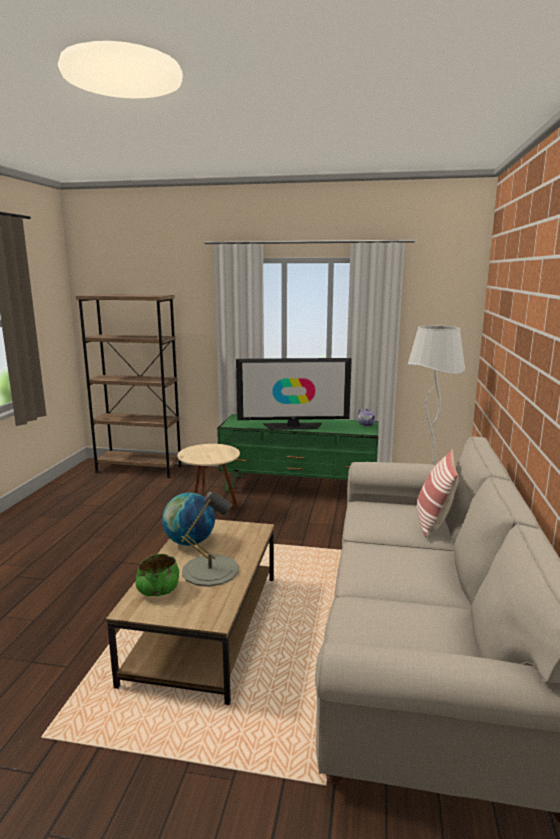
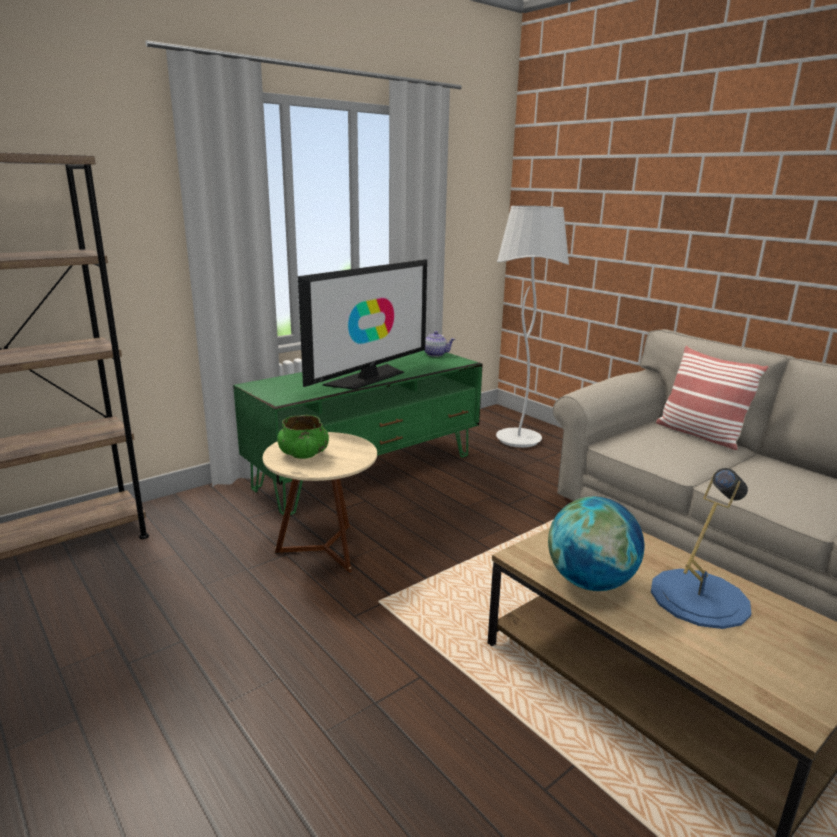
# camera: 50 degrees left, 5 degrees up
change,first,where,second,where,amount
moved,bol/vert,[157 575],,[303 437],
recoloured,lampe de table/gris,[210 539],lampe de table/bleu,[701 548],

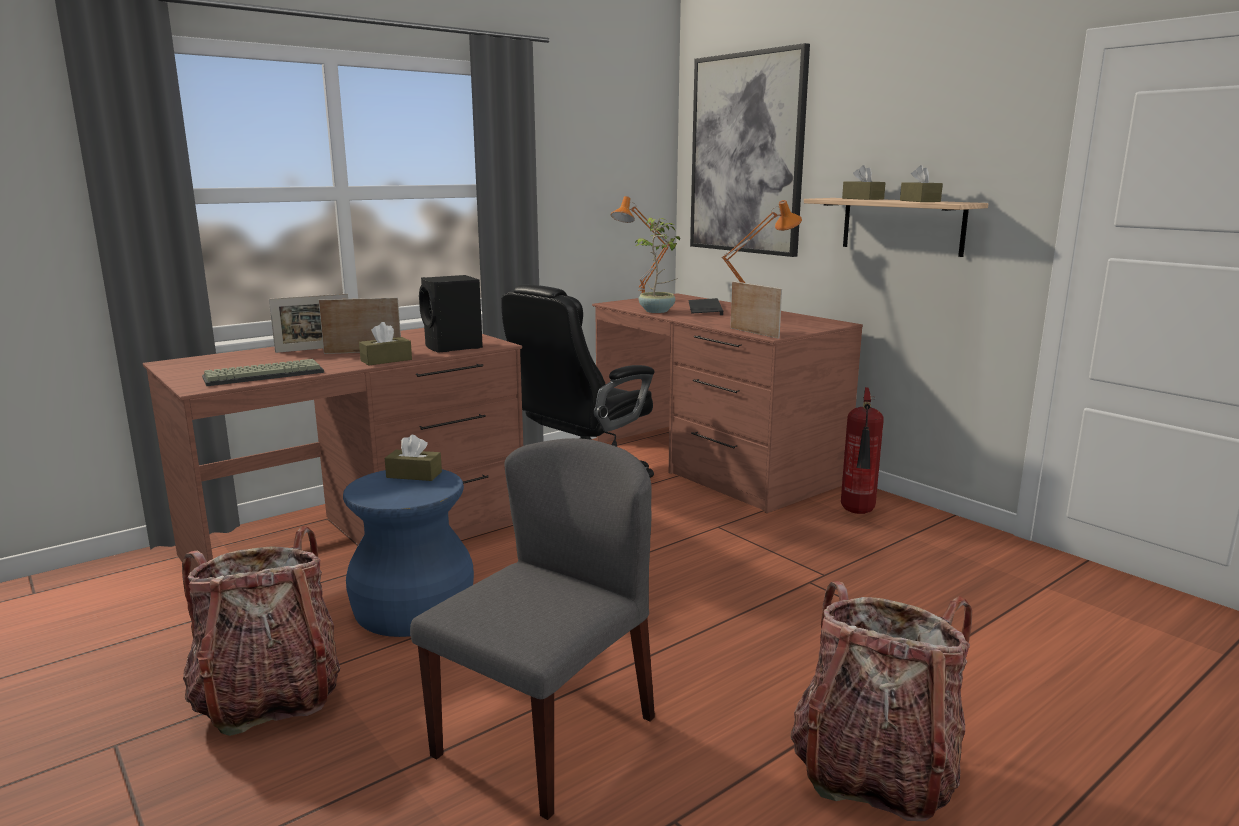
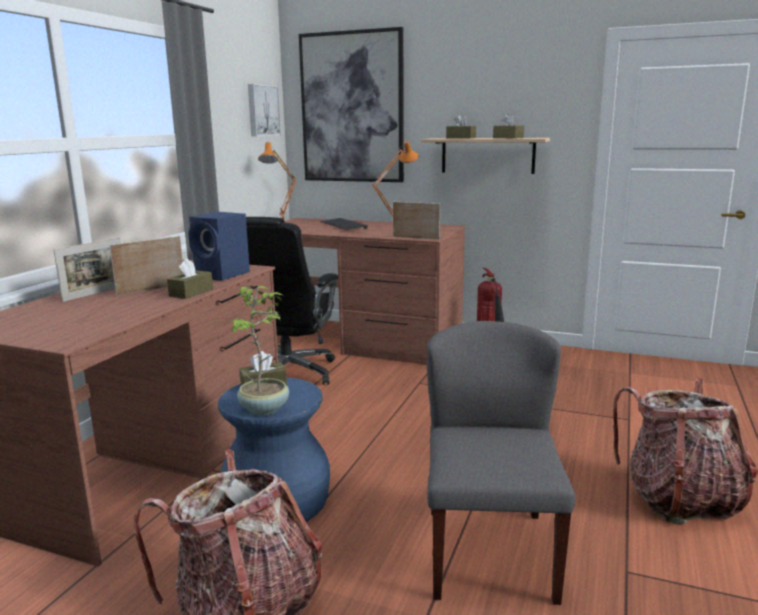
# camera: 30 degrees left, 0 degrees up
change,first,where,second,where,amount
recoloured,enceinte/noir,[451 314],enceinte/bleu,[219 246],
moved,plante en pot,[657 265],,[260 350],
added,,,tableau,[264 110],
removed,clavier,[263 372],,,

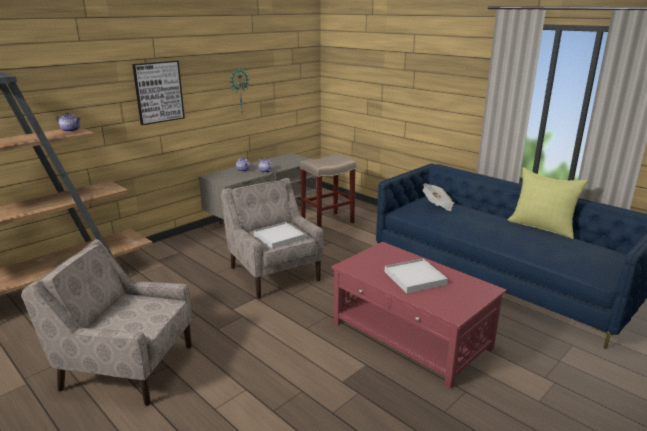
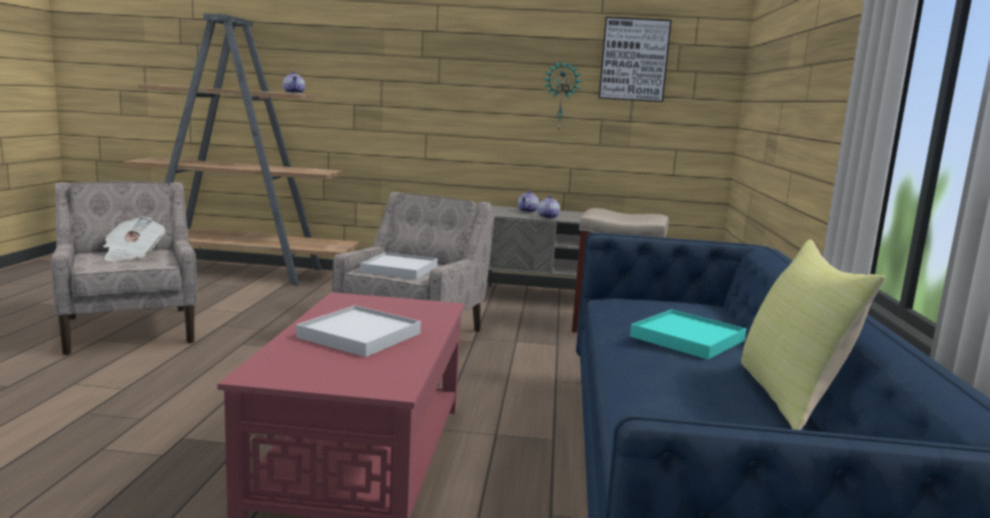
# camera: 50 degrees right, 10 degrees down
change,first,where,second,where,amount
moved,journal,[438 197],,[134 239],
moved,tableau,[158 93],,[635 59],
added,,,plateau/turquoise,[688 334],

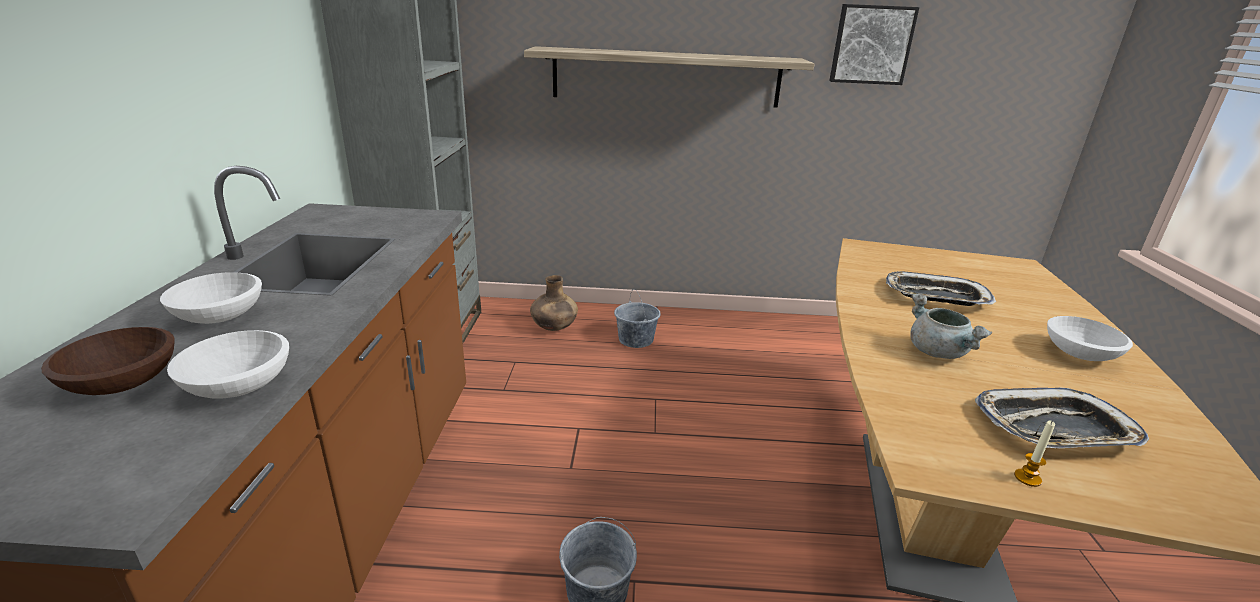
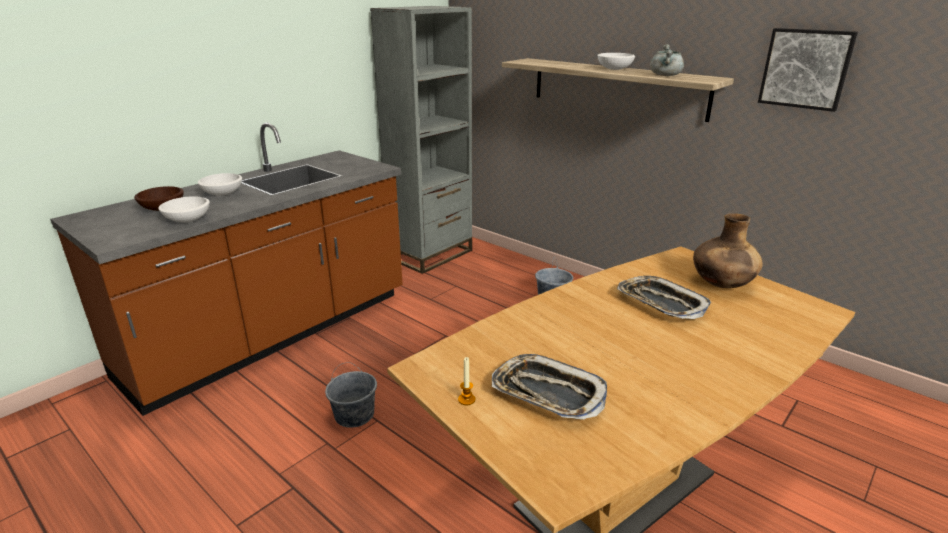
# camera: 40 degrees right, 0 degrees up
change,first,where,second,where,amount
moved,bol/blanc,[1090 338],,[616 61],
moved,marmite/gris,[951 326],,[667 60],
moved,vase/marron,[554 303],,[728 250],

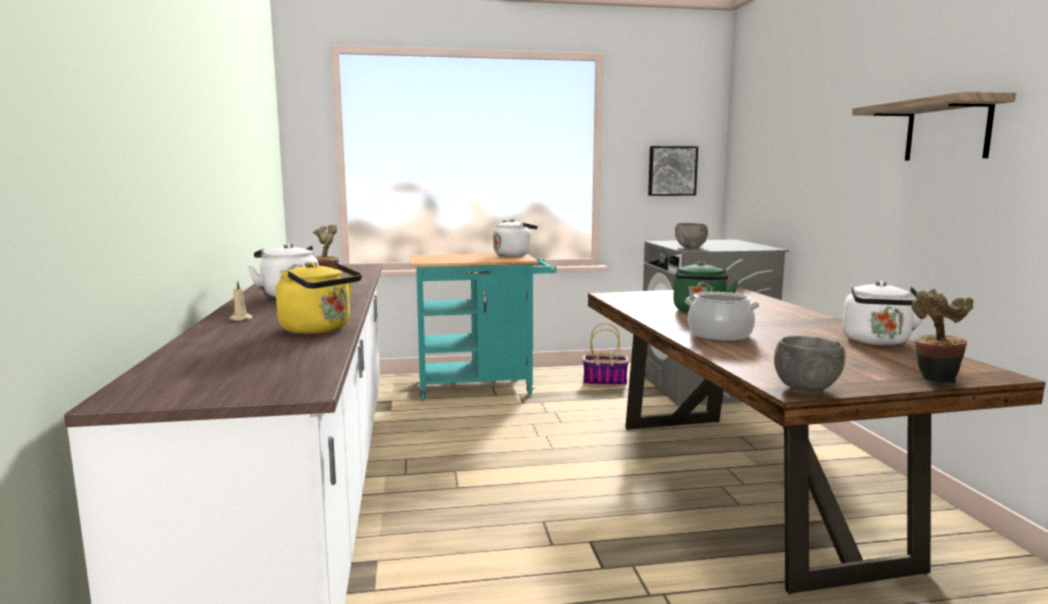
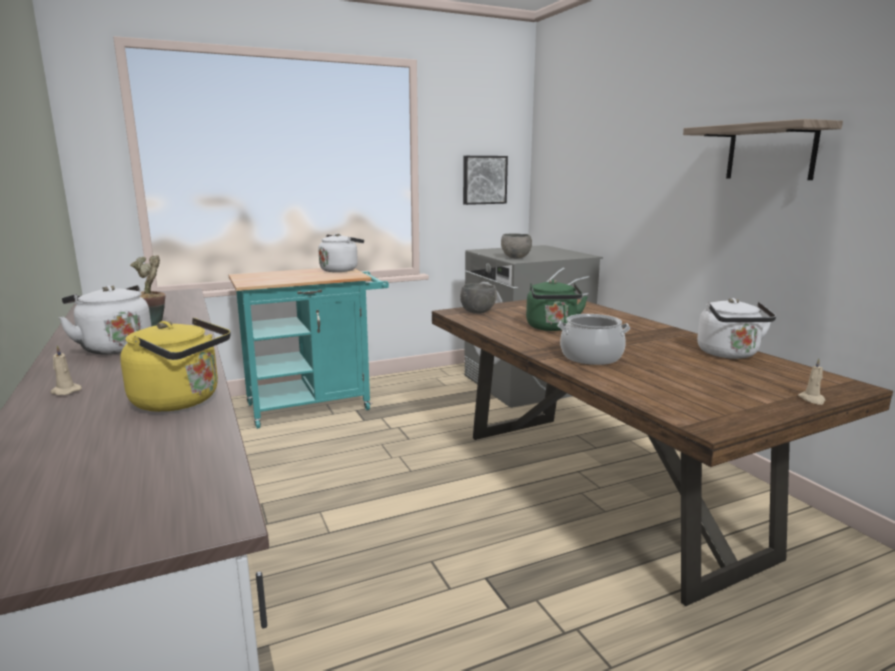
# camera: 15 degrees left, 5 degrees up
change,first,where,second,where,amount
moved,bol/gris,[810 364],,[478 298],
replaced,plante en pot,[942 336],bougie/beige,[811 382],
removed,panier,[606 354],,,

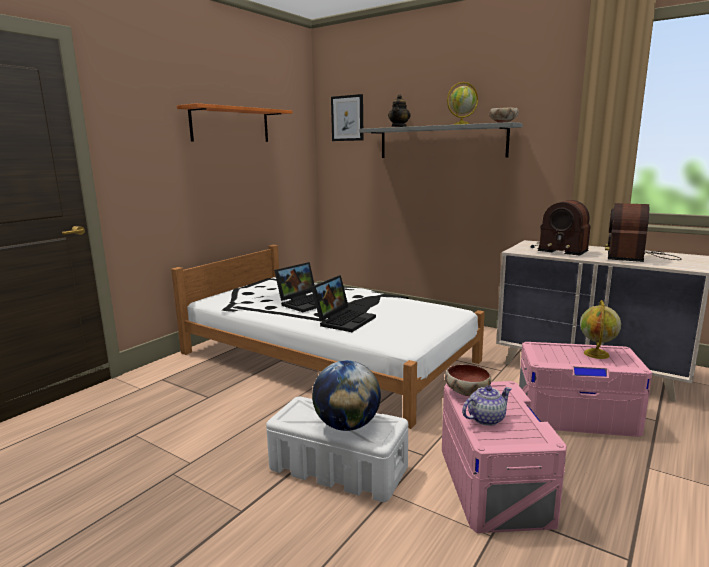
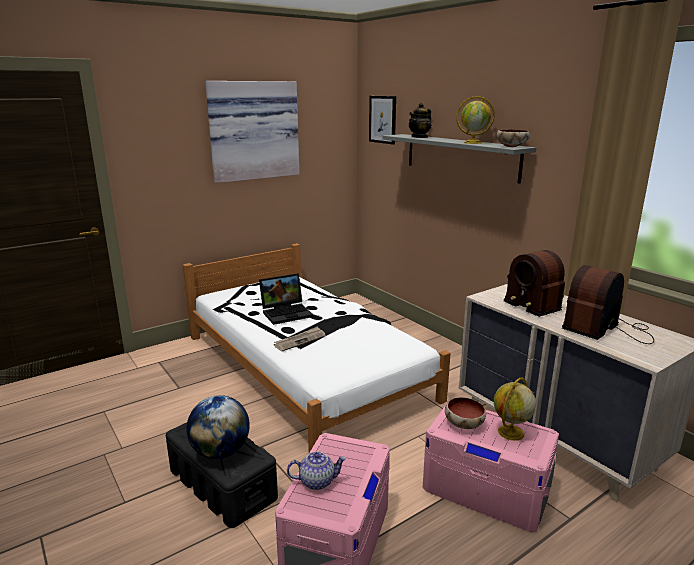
# camera: 20 degrees right, 5 degrees up
change,first,where,second,where,amount
recoloured,boîte de rangement/blanc,[337 449],boîte de rangement/noir,[222 475],
replaced,étagère/orange,[235 122],tableau,[252 132],
replaced,ordinateur portable,[343 303],journal,[300 339],
moved,bol,[468 380],,[465 413],

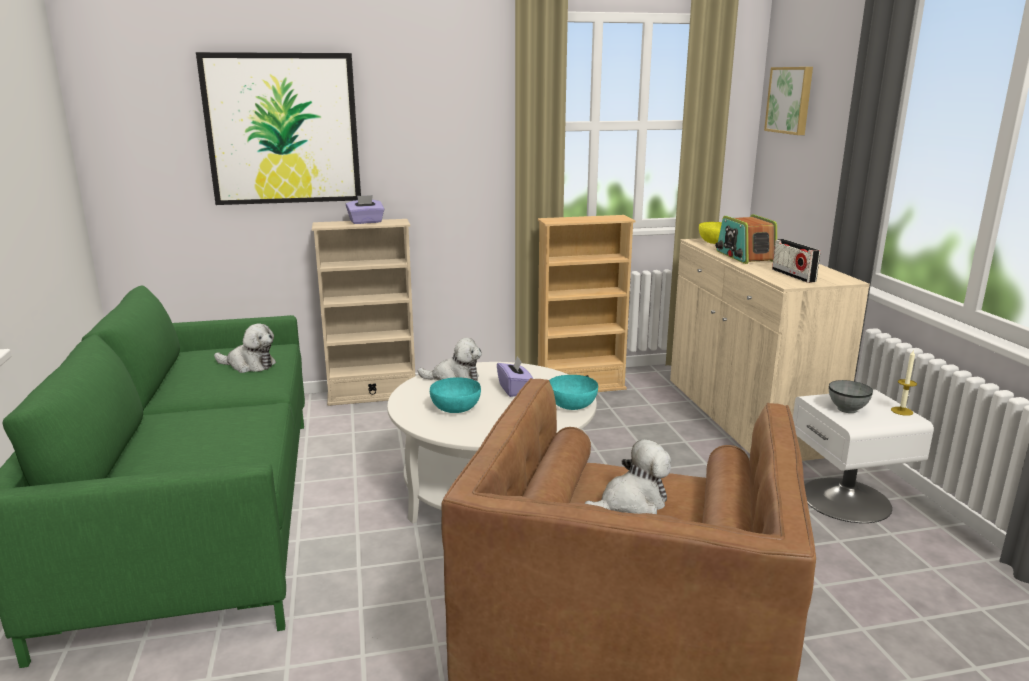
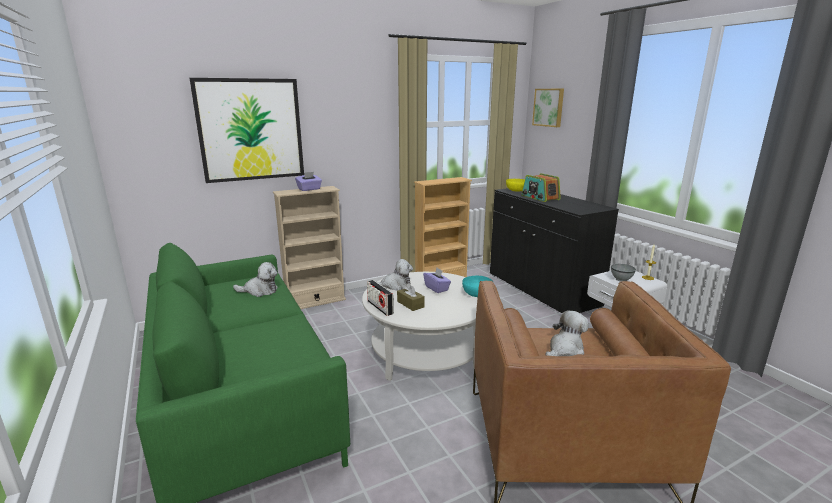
# camera: 15 degrees left, 0 degrees up
change,first,where,second,where,amount
moved,radio,[796 261],,[380 298],
replaced,bol/turquoise,[455 395],boîte à mouchoirs/marron,[411 297],
recoloured,meuble de rangement/beige,[770 349],meuble de rangement/noir,[554 250],

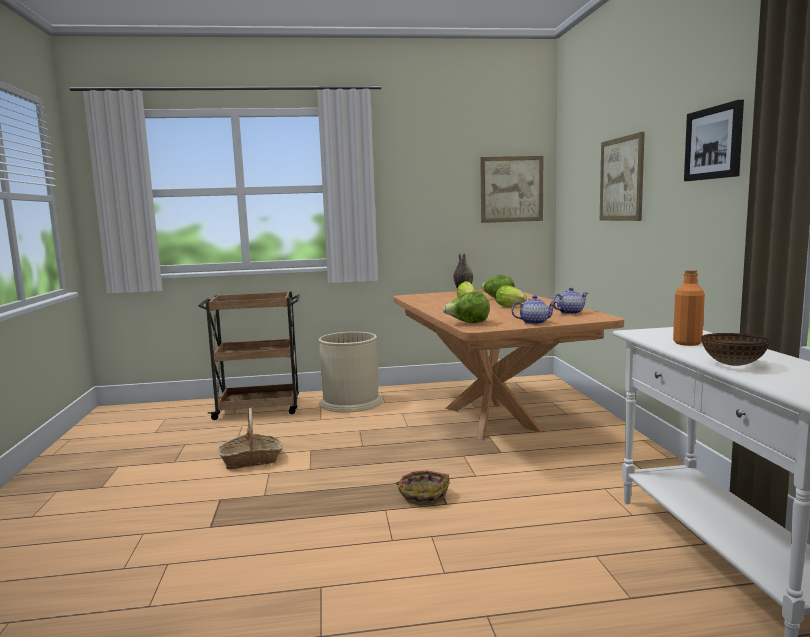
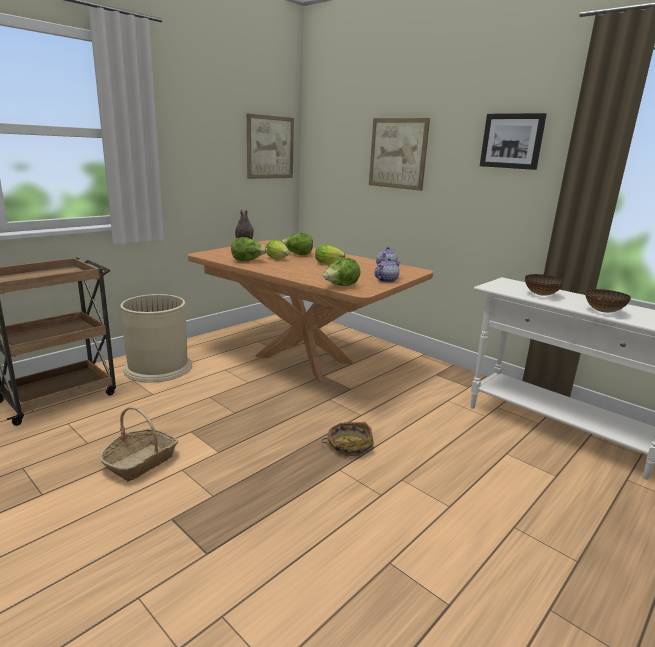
# camera: 40 degrees left, 10 degrees up
change,first,where,second,where,amount
added,,,laitue,[249 249],
replaced,bouteille/orange,[689 308],bol,[544 285],

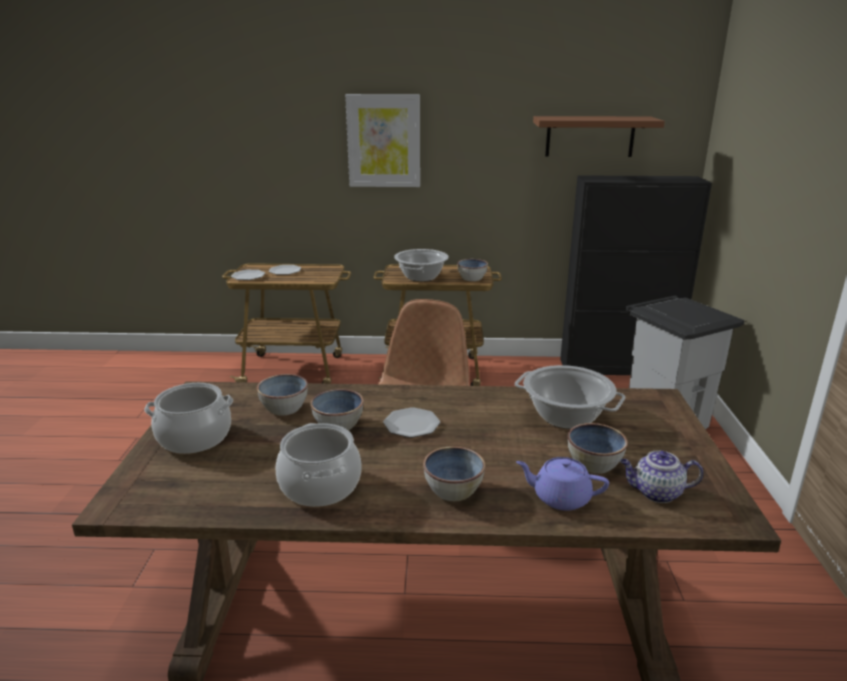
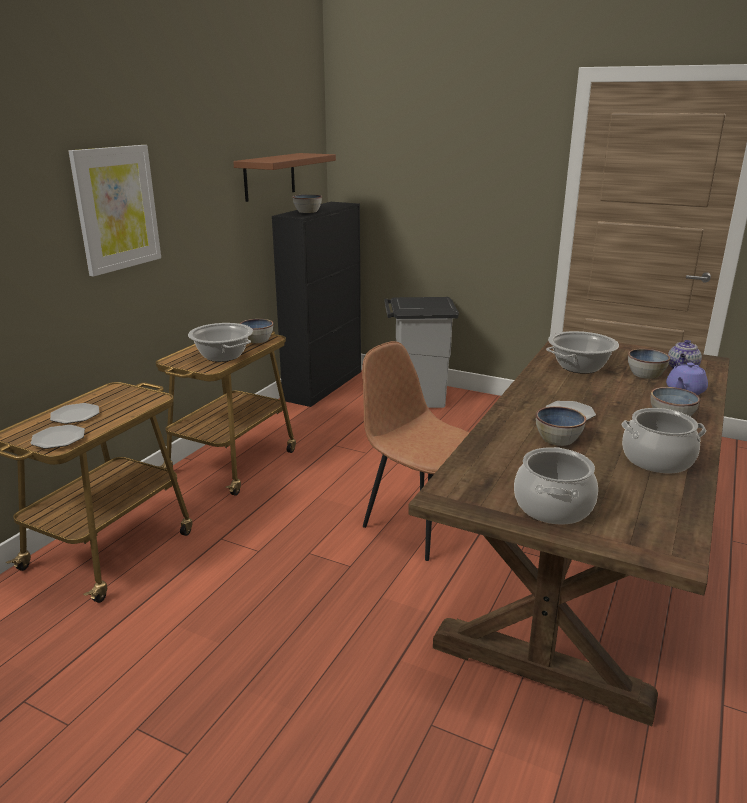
# camera: 65 degrees left, 0 degrees up
change,first,where,second,where,amount
moved,bol,[282 395],,[307 203],

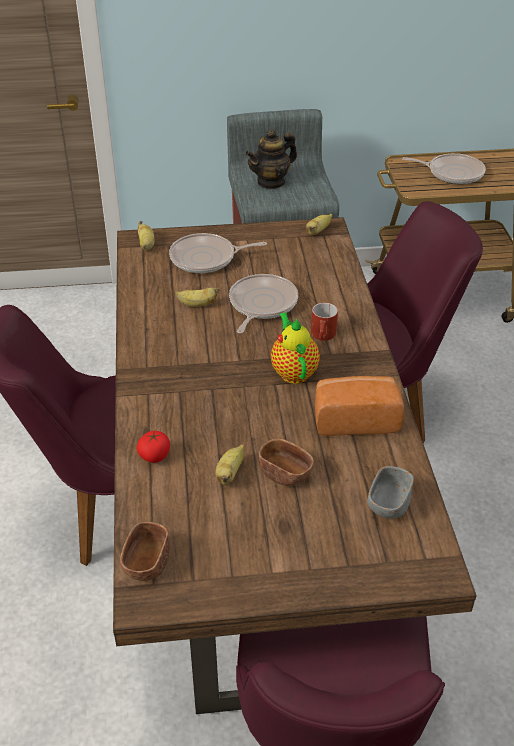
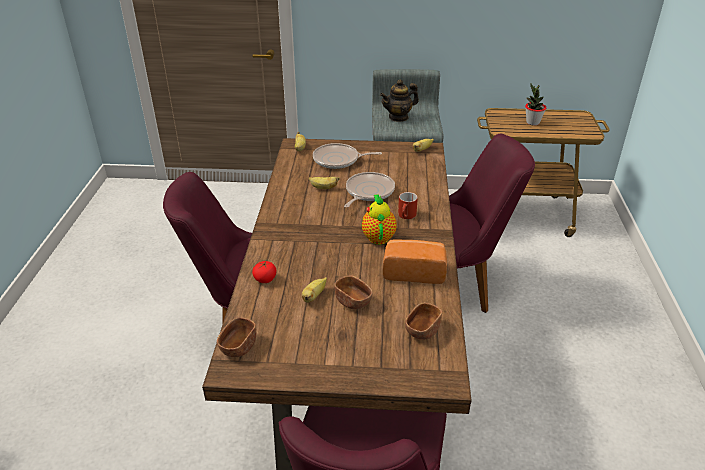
# camera: 10 degrees right, 5 degrees down
change,first,where,second,where,amount
recoloured,bol/gris,[390 492],bol/marron,[423 321],
replaced,poêle,[444 168],plante en pot,[535 104],

